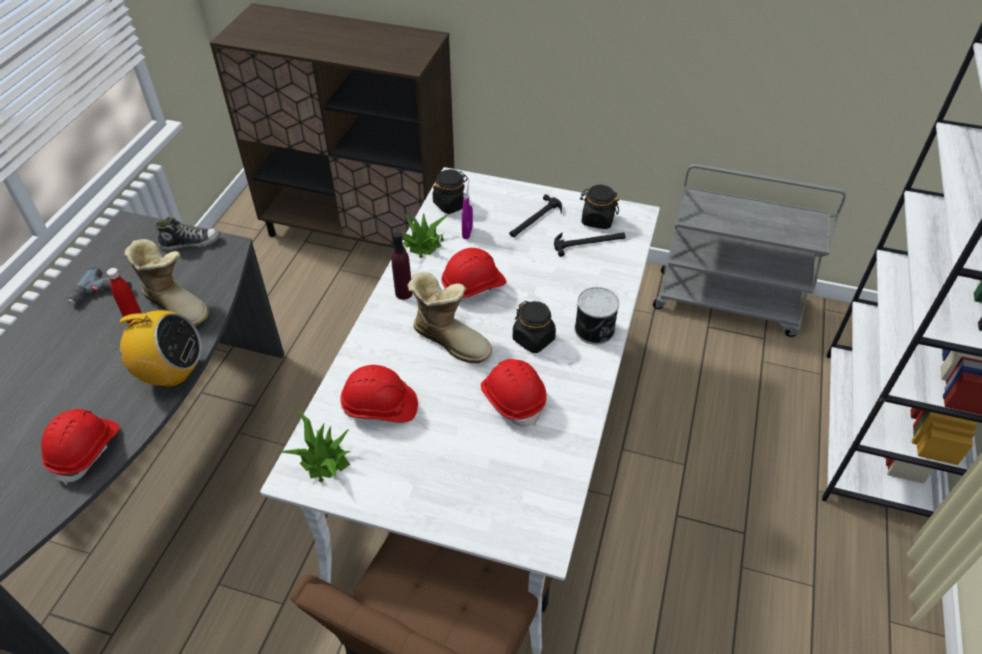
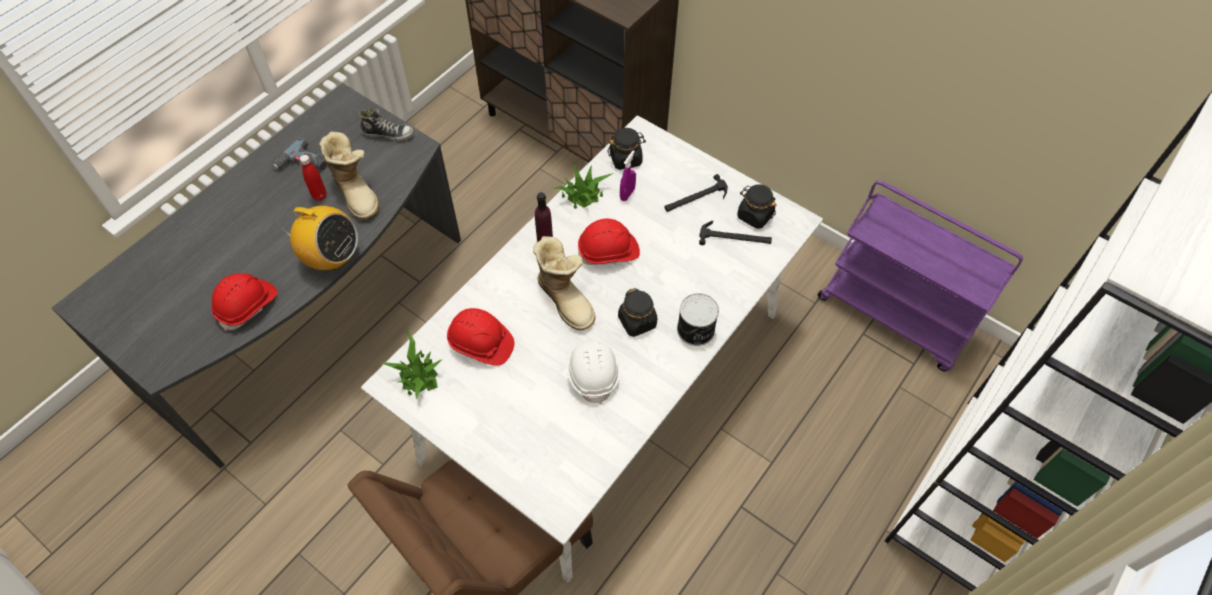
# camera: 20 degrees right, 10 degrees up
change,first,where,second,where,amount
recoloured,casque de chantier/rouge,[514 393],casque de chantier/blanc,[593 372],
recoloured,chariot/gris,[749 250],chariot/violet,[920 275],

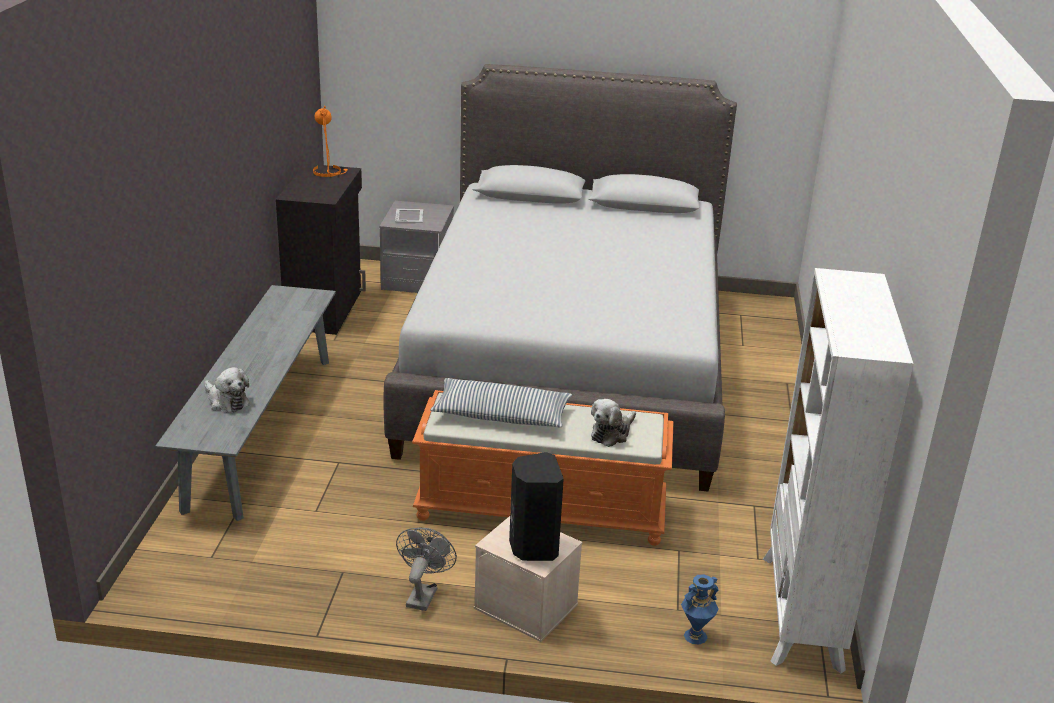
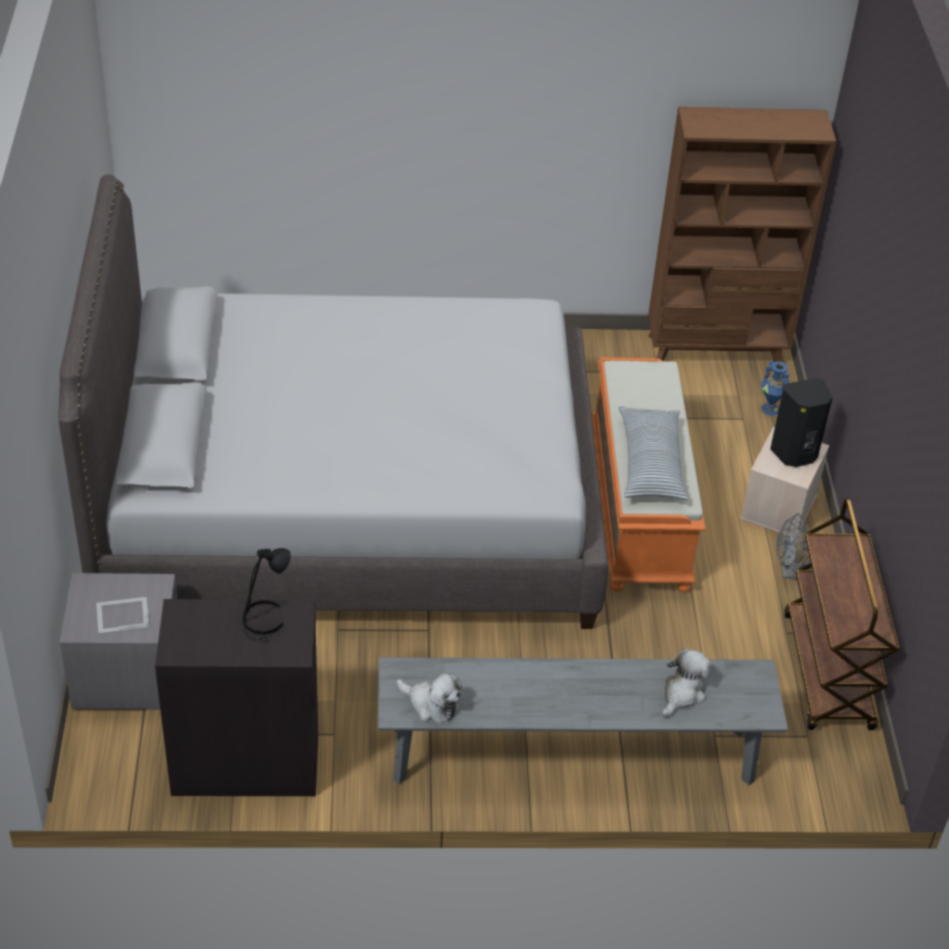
# camera: 100 degrees left, 15 degrees up
change,first,where,second,where,amount
added,,,lampe de table/noir,[266 594],
moved,peluche,[613 423],,[429 698],
recoloured,bibliothèque/blanc,[838 470],bibliothèque/marron,[742 234],
added,,,chariot/marron,[841 614],
removed,lampe de table/orange,[330 141],,,

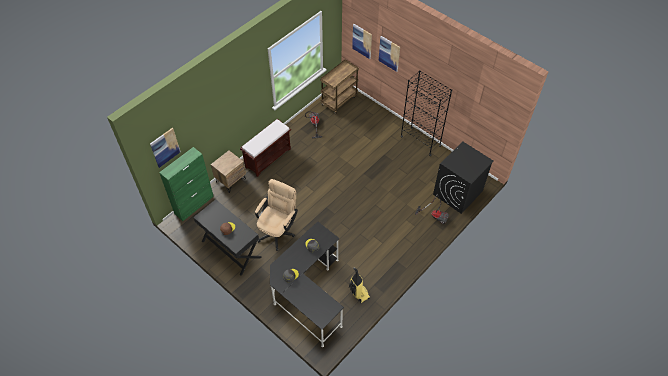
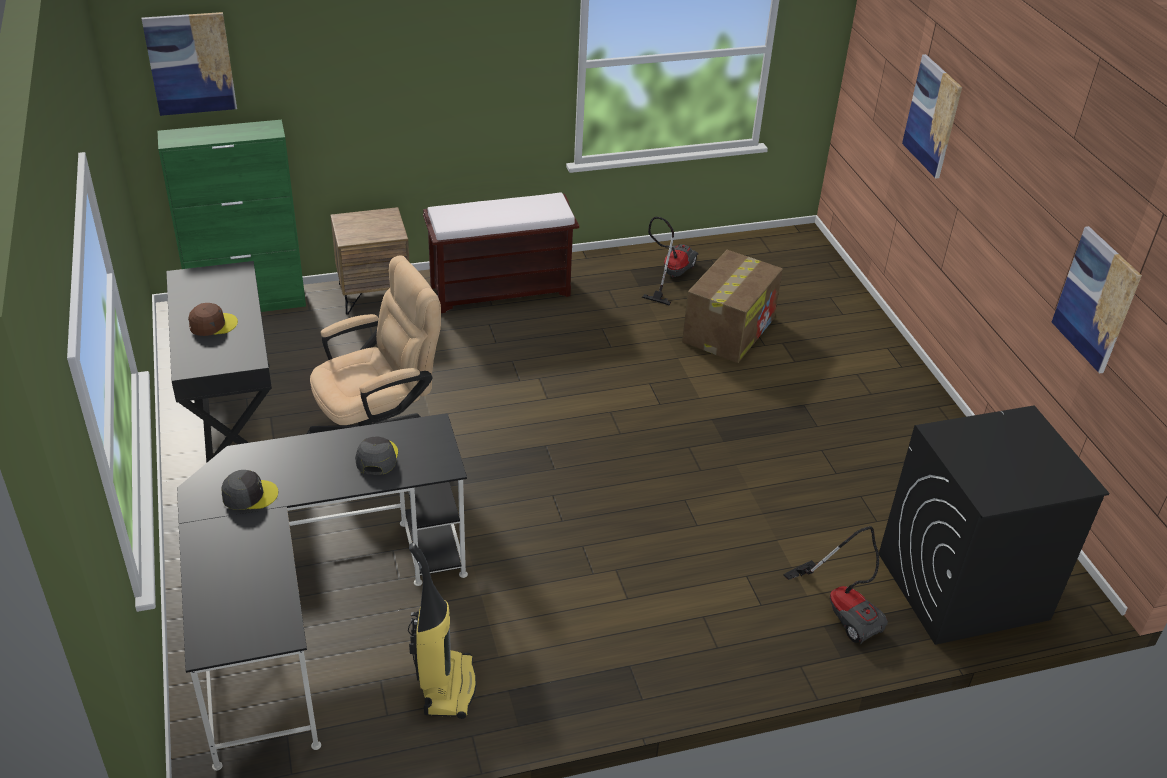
# camera: 30 degrees right, 15 degrees down
change,first,where,second,where,amount
added,,,carton,[732 306],
moved,tableau,[362 41],,[1097 300],
removed,chariot/marron,[339 86],,,
removed,bibliothèque/noir,[426 113],,,

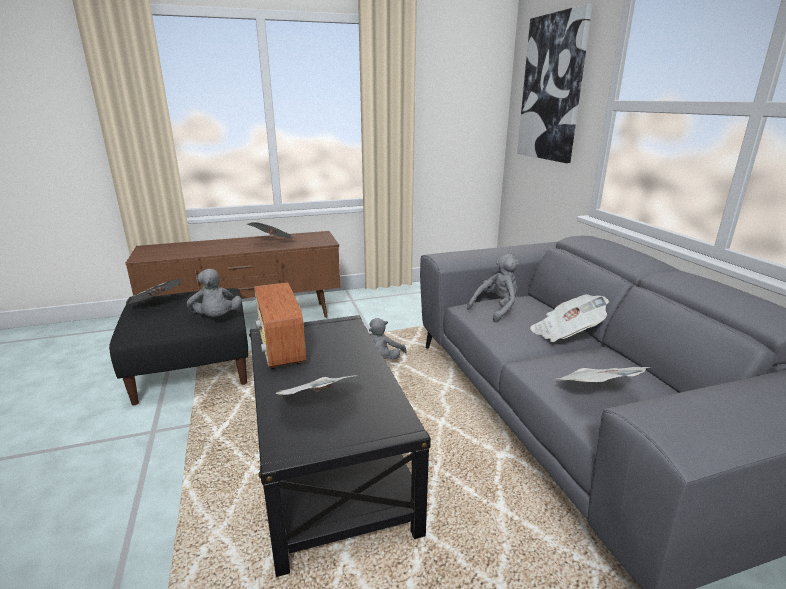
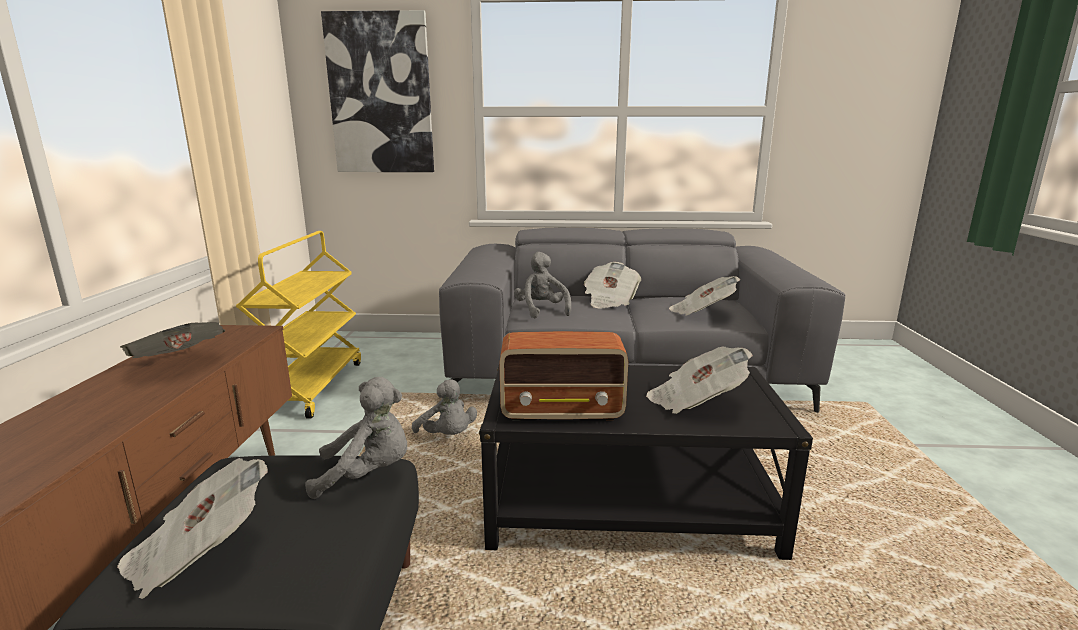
# camera: 70 degrees left, 5 degrees down
change,first,where,second,where,amount
added,,,chariot/jaune,[298 325],

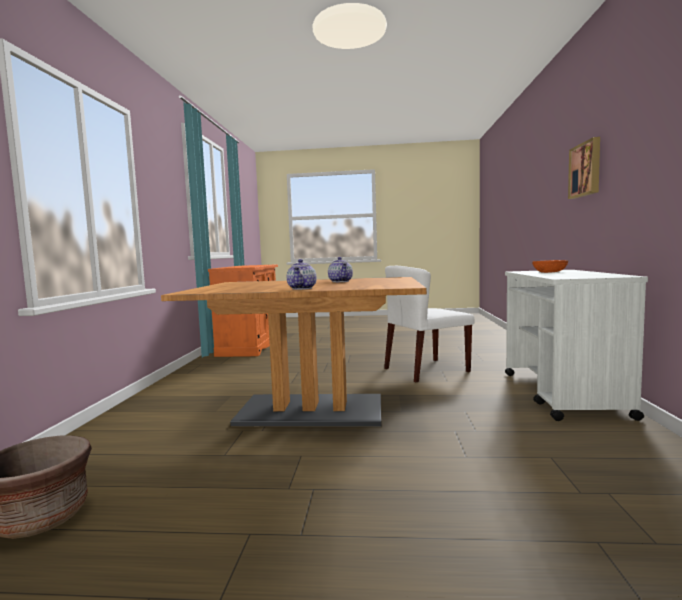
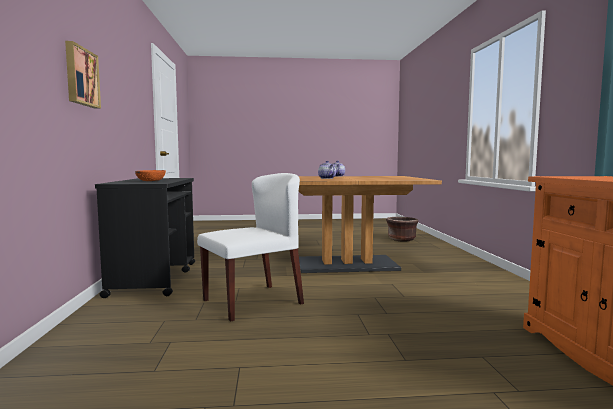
# camera: 170 degrees right, 0 degrees up
change,first,where,second,where,amount
recoloured,chariot/blanc,[576 345],chariot/noir,[145 238],

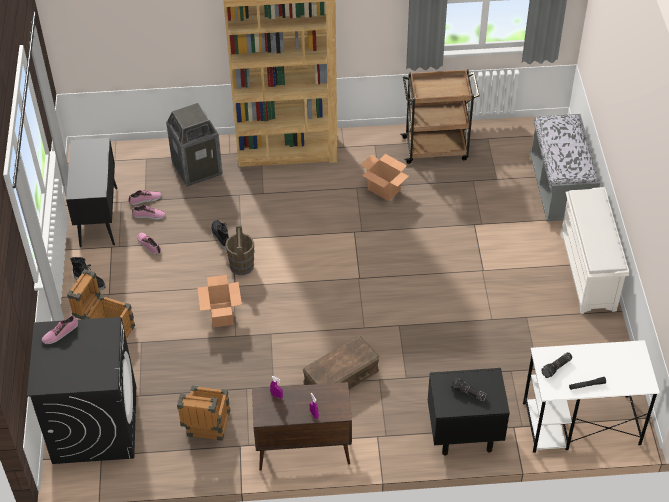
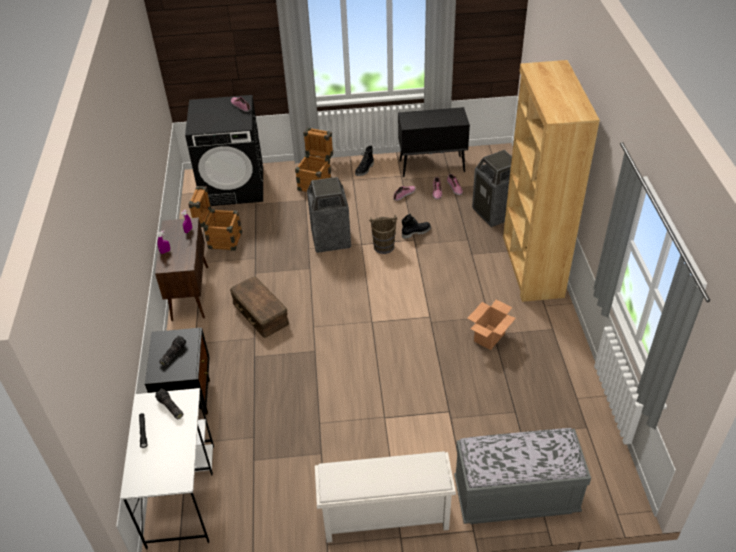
# camera: 90 degrees right, 5 degrees down
change,first,where,second,where,amount
replaced,carton,[220 301],poubelle,[329 215],
removed,chariot/marron,[440 116],,,

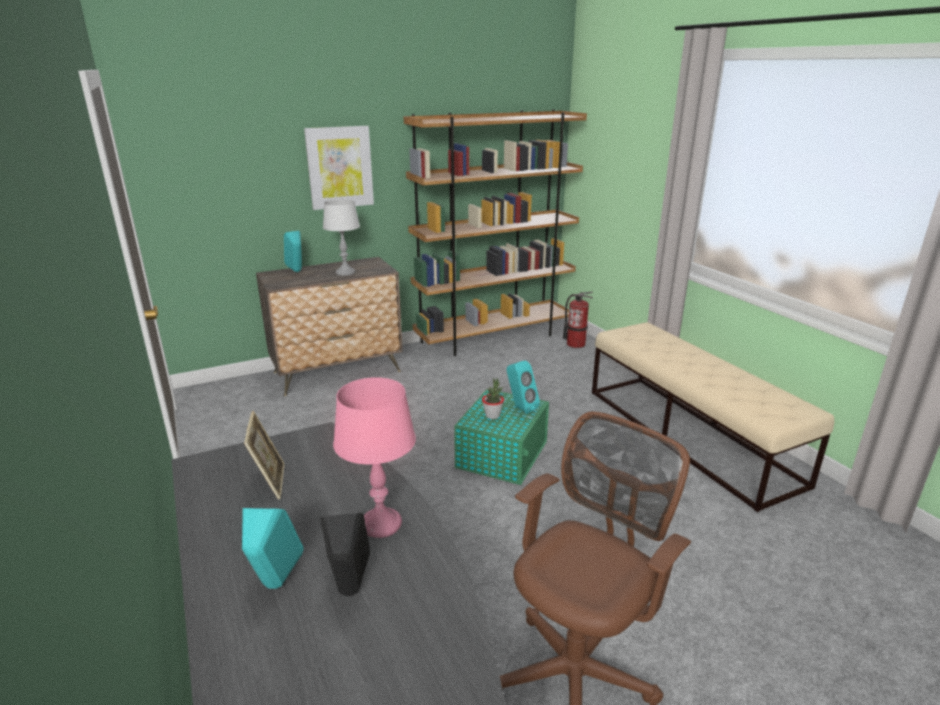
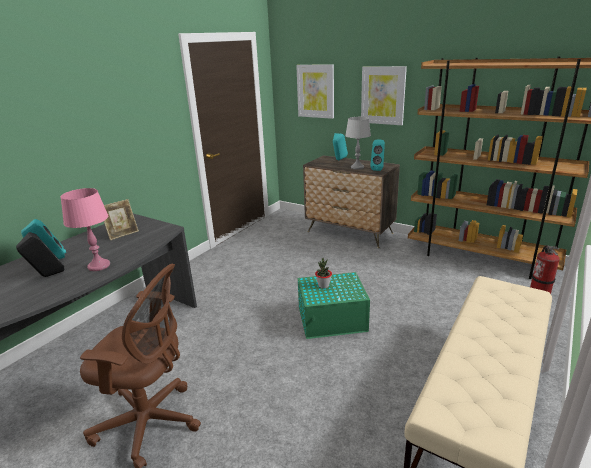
# camera: 60 degrees right, 0 degrees up
change,first,where,second,where,amount
added,,,tableau,[315 91],
moved,enceinte/turquoise,[523 387],,[377 155],

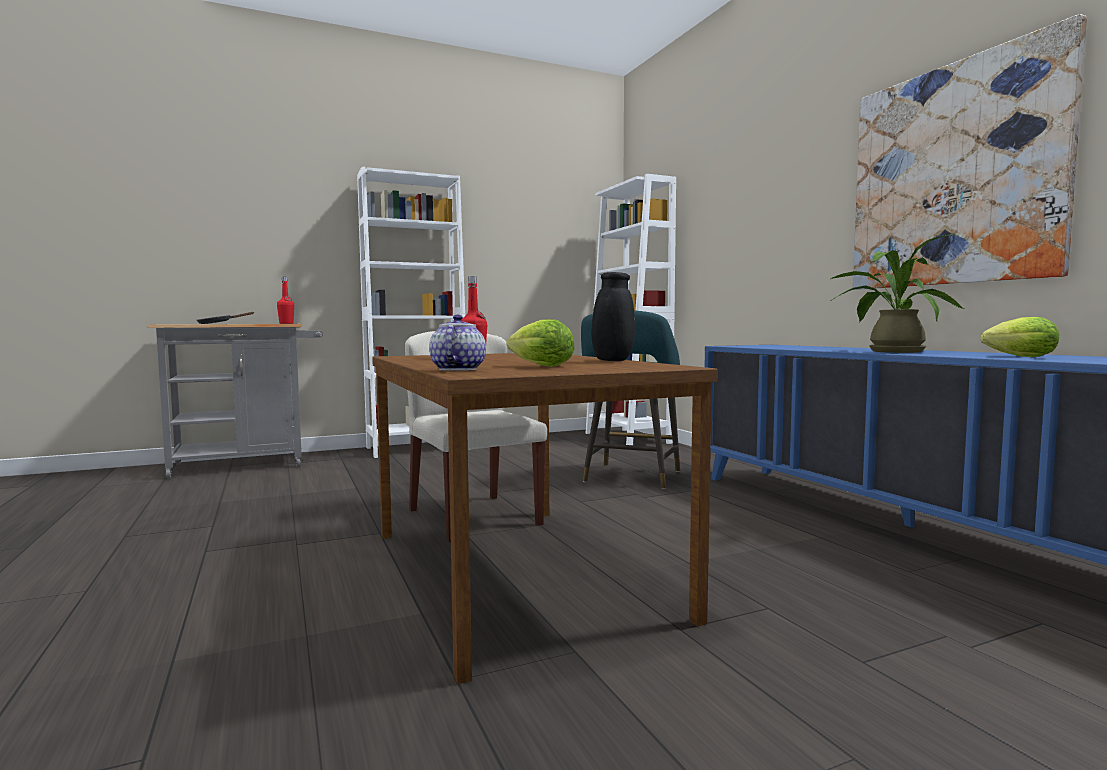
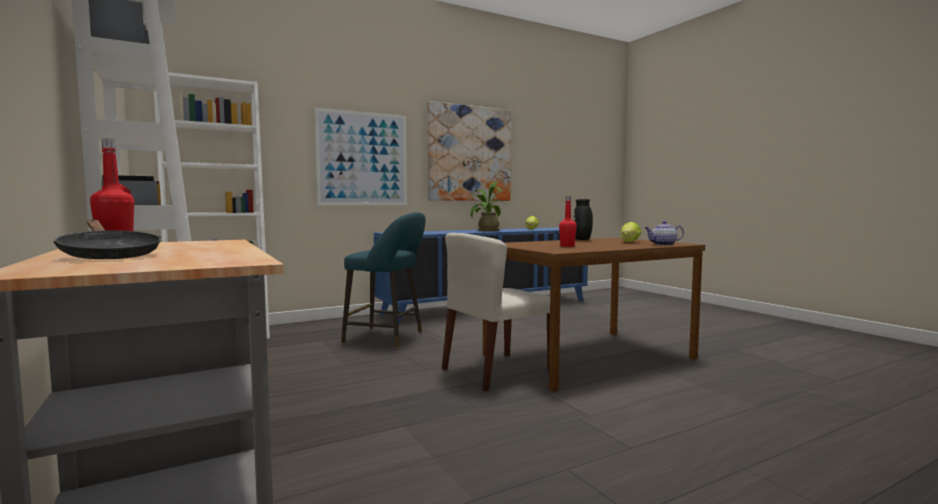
# camera: 95 degrees left, 0 degrees up
change,first,where,second,where,amount
added,,,tableau,[361 156],

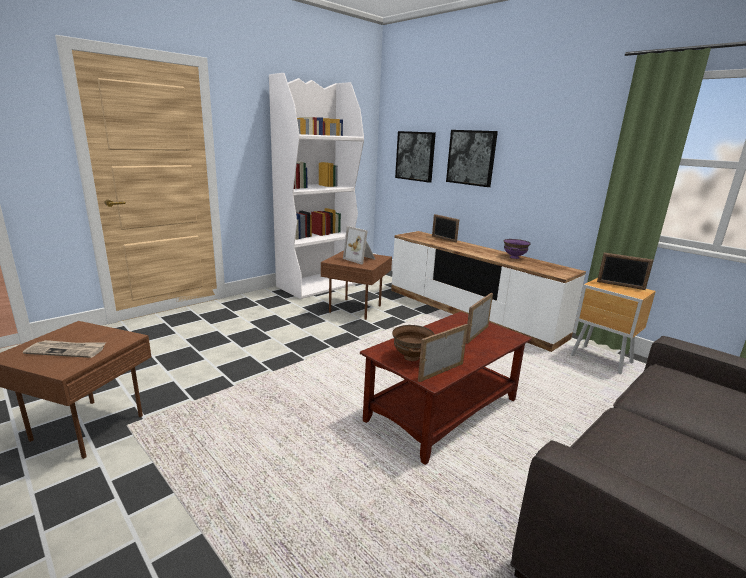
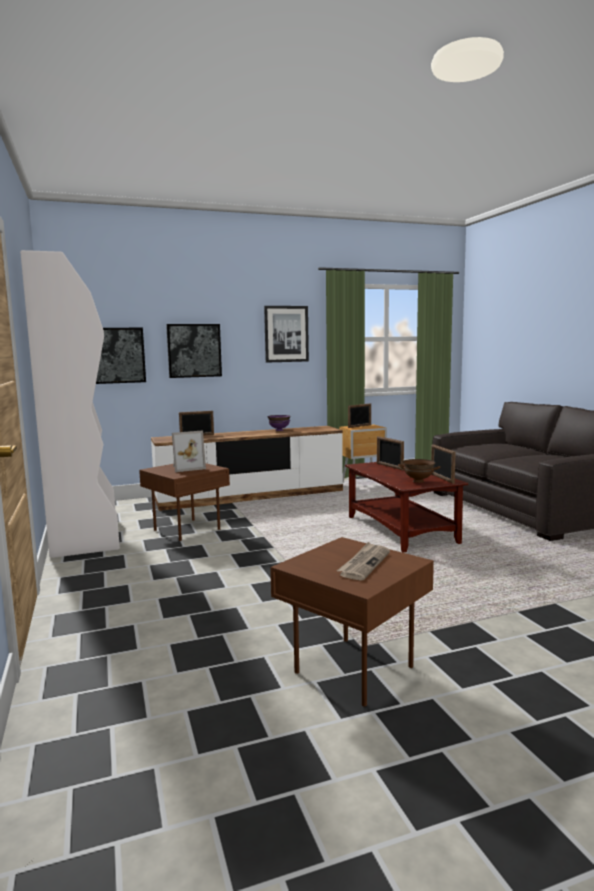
# camera: 65 degrees left, 10 degrees down
change,first,where,second,where,amount
added,,,tableau,[286 334],

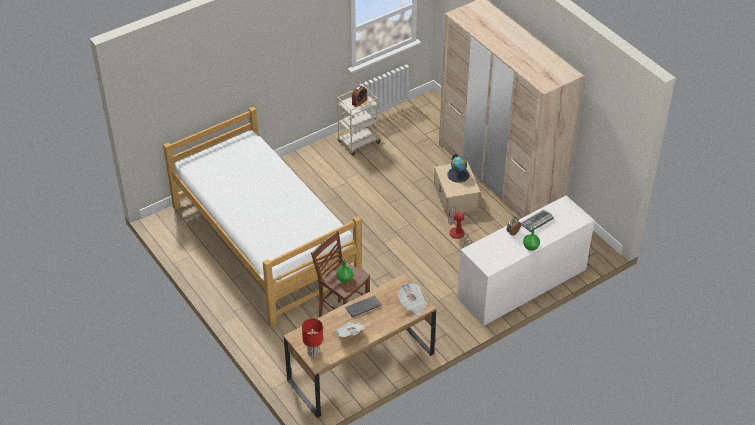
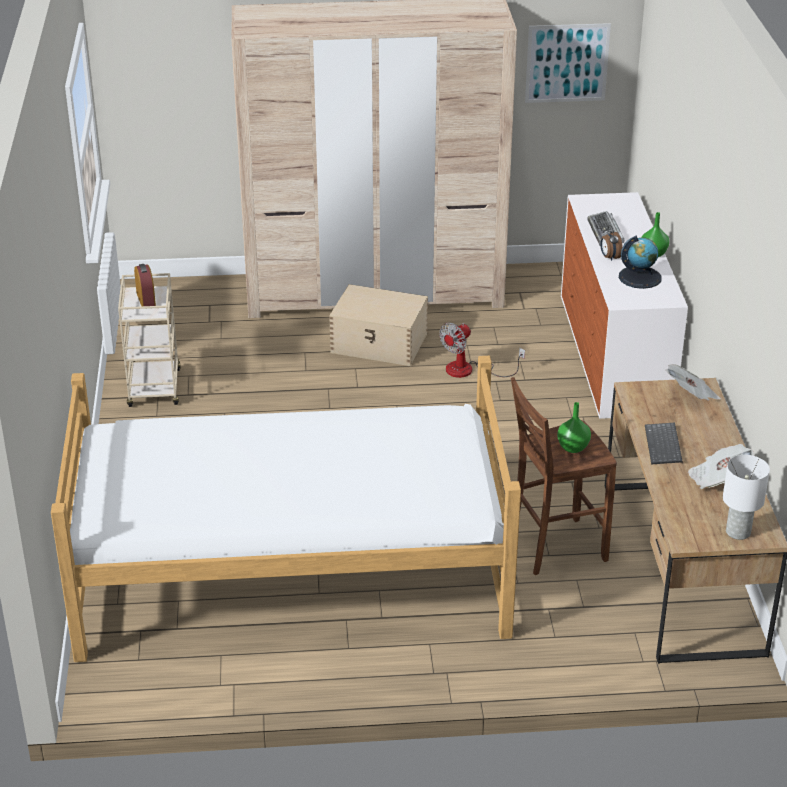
# camera: 60 degrees left, 10 degrees down
change,first,where,second,where,amount
added,,,tableau,[568 63],
moved,globe,[458 168],,[640 262],
recoloured,lampe de table/rouge,[312 338],lampe de table/blanc,[746 497],

